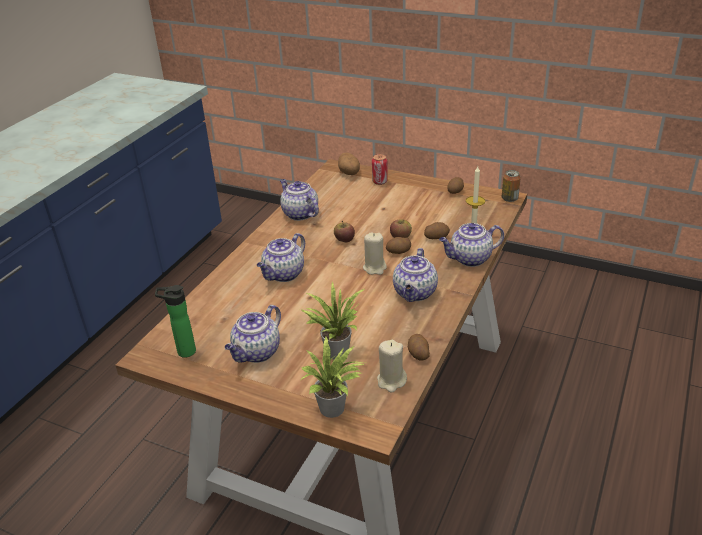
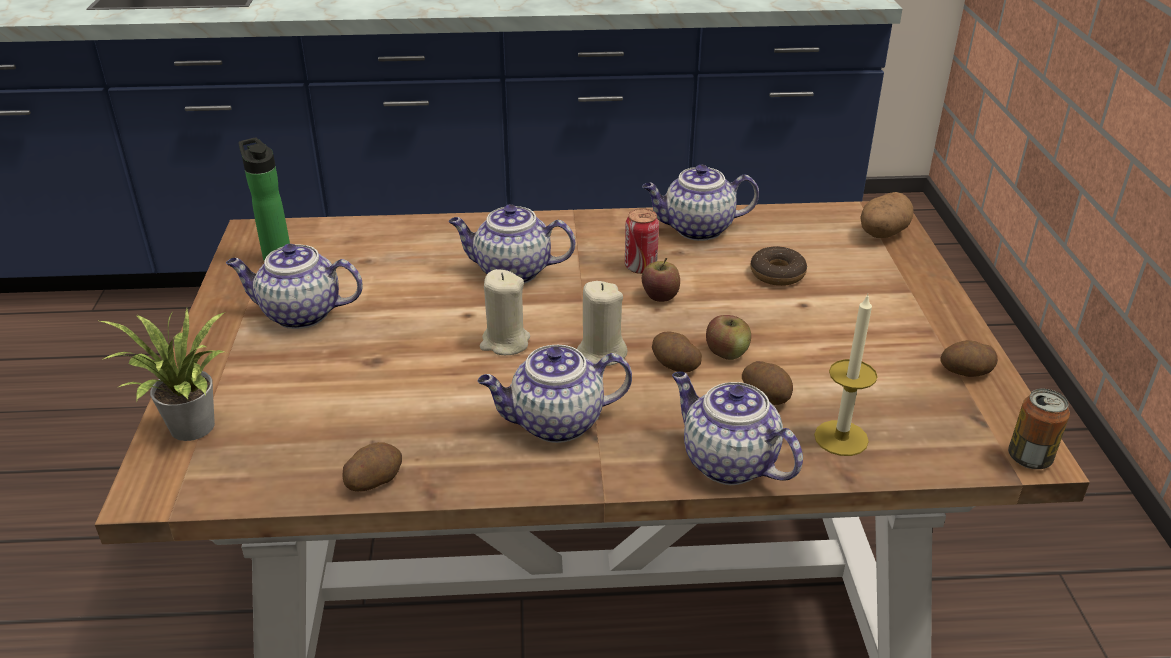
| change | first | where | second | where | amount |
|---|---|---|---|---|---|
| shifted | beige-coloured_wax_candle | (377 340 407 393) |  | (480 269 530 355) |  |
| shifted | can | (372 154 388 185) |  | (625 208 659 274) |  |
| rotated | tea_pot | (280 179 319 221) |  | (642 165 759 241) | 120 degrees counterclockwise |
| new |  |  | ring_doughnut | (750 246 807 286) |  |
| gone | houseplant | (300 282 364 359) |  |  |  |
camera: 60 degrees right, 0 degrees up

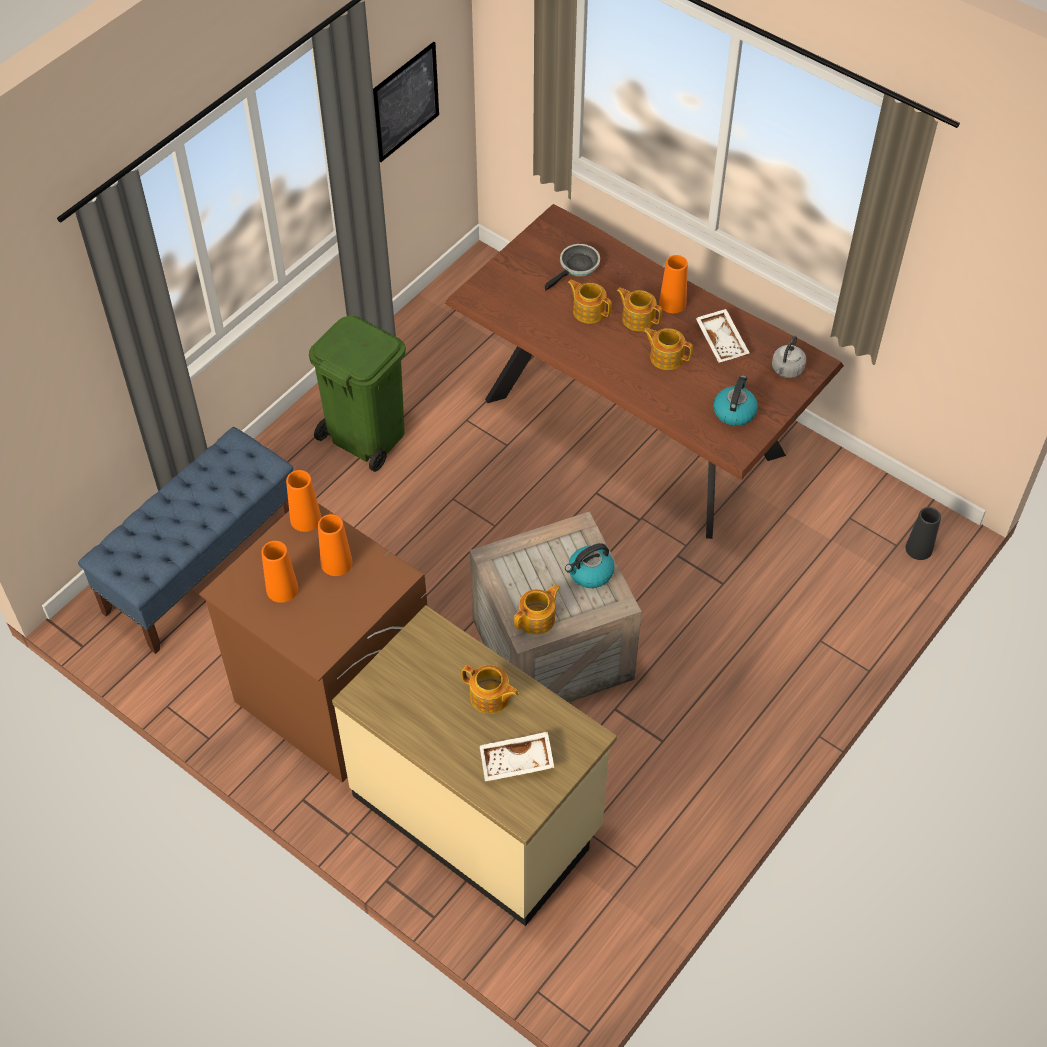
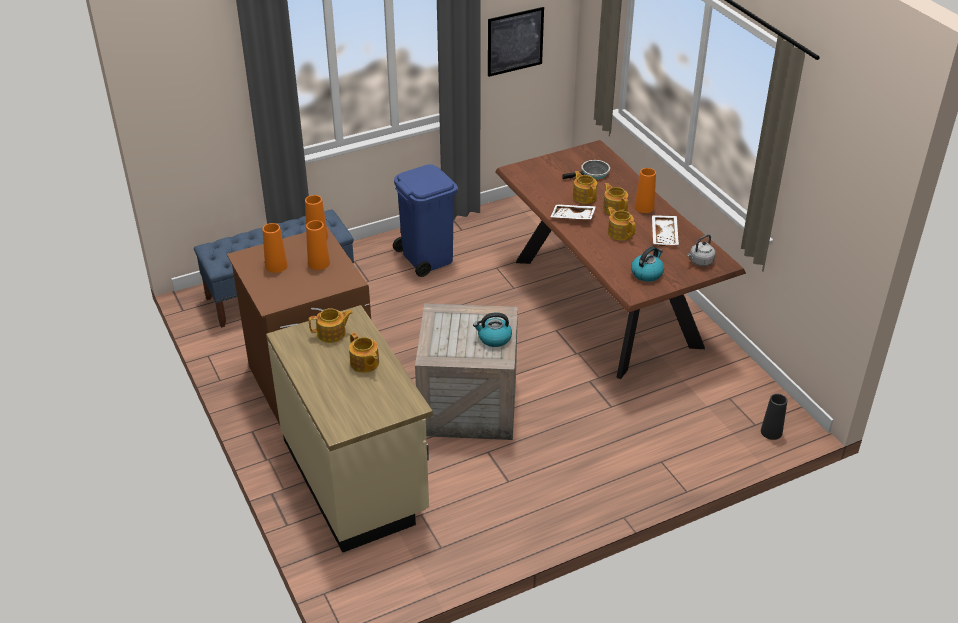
| change | first | where | second | where | amount |
|---|---|---|---|---|---|
| shifted | tea_pot | (514 585 560 635) |  | (309 308 353 343) |  |
| repainted | green_rubbish_bin | (309 316 406 472) | blue_rubbish_bin | (393 164 458 277) |  |
| shifted | white_carrying_tray | (479 732 554 781) |  | (550 204 596 220) |  |
camera: 25 degrees right, 15 degrees down

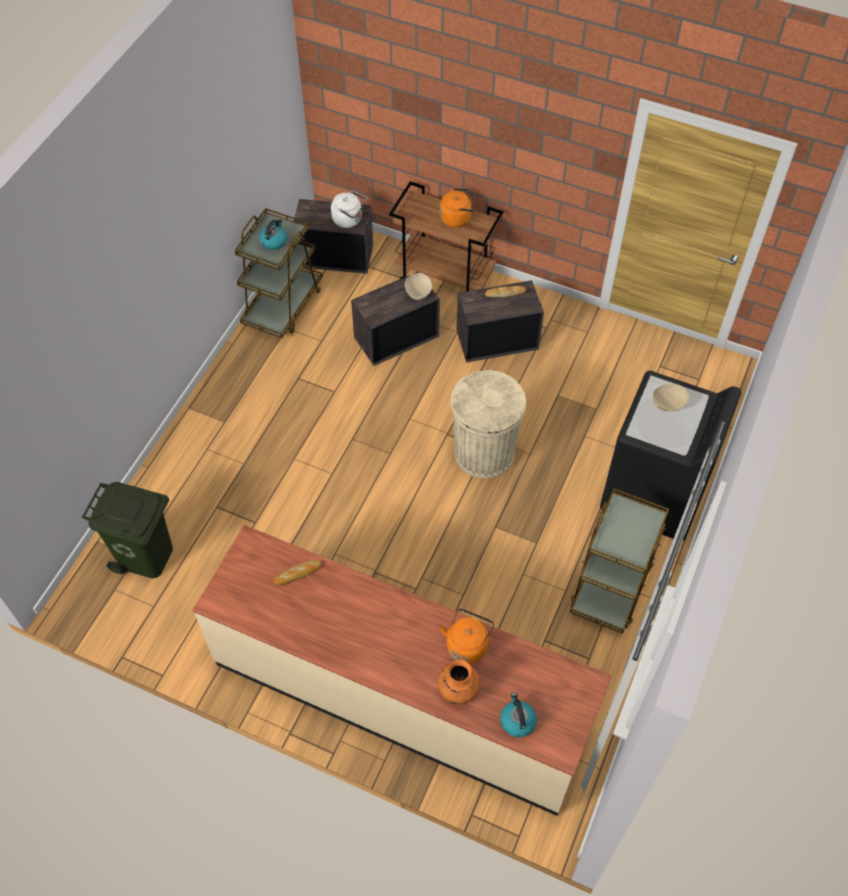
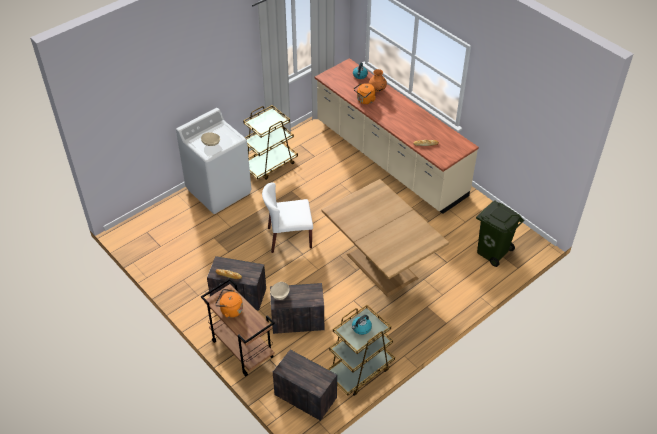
| change | first | where | second | where | amount |
|---|---|---|---|---|---|
| repainted | blackish_laundry_appliance | (600 371 741 541) | white_laundry_appliance | (176 108 251 214) |  |
| swapped | beige-coloured_rubbish_bin | (451 370 526 478) | white_chair | (262 182 313 253) |  |
| new |  |  | brown-coloured_dinner_table | (322 179 449 297) |  |
| gone | white_tea_kettle | (331 191 367 228) |  |  |  |
camera: 155 degrees left, 10 degrees down

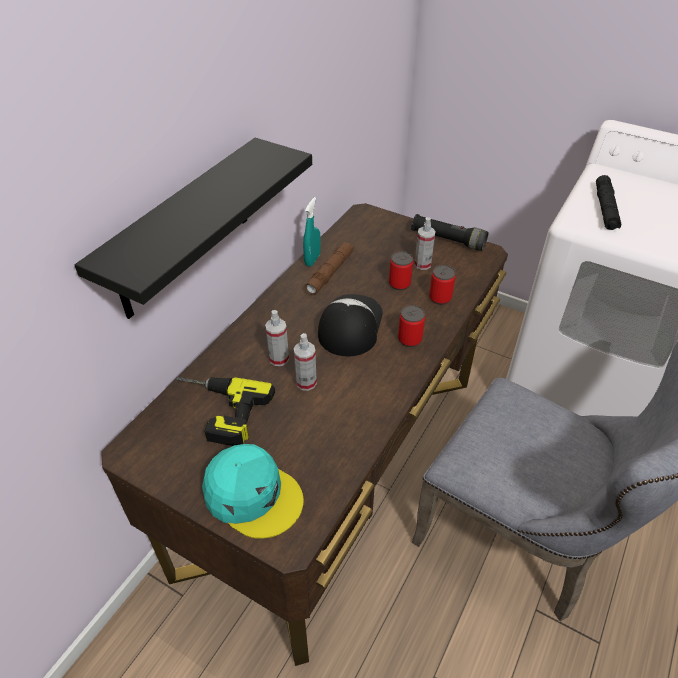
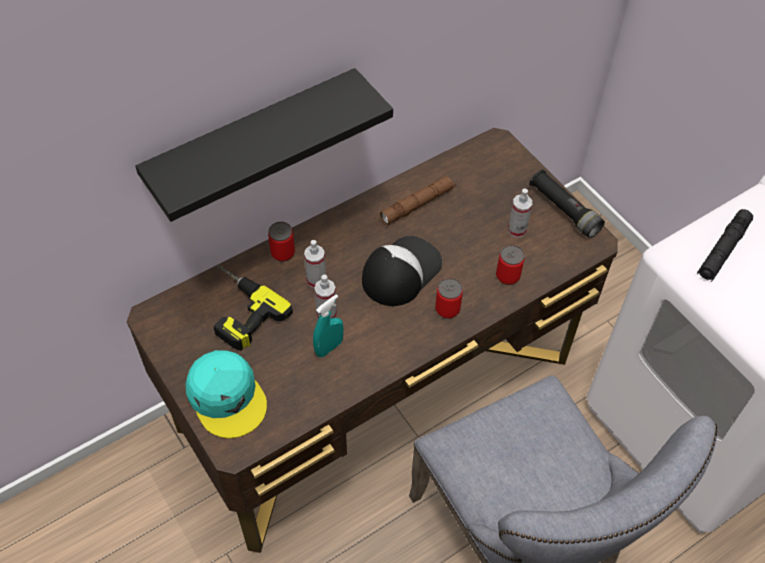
| change | first | where | second | where | amount |
|---|---|---|---|---|---|
| shifted | can | (389 251 413 290) |  | (268 222 295 262) |  |
| shifted | blue-green_spray_bottle | (303 197 321 267) |  | (313 294 343 357) |  |
camera: 25 degrees right, 10 degrees up

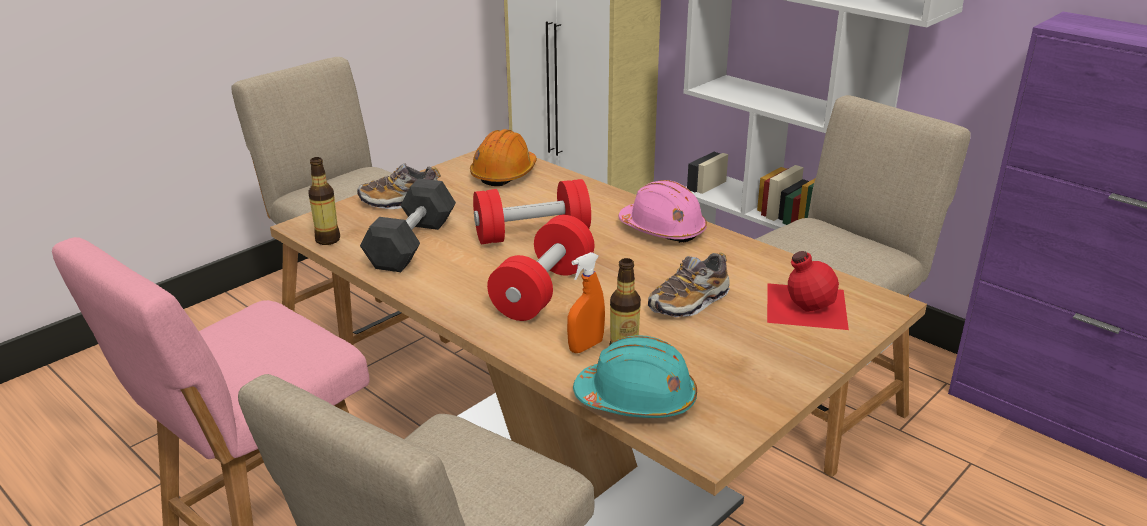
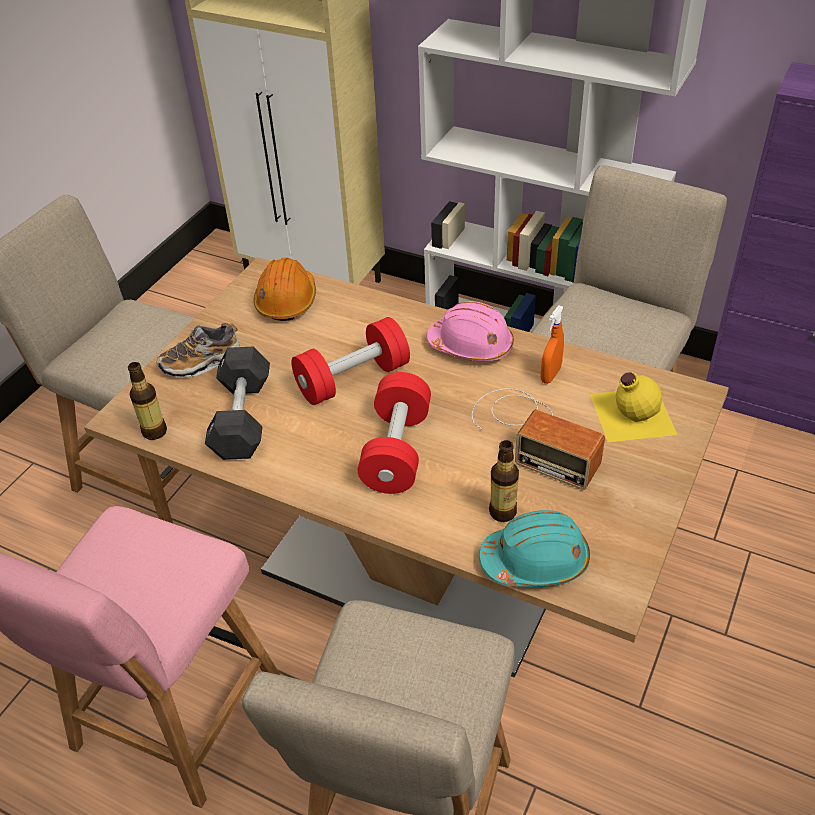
| change | first | where | second | where | amount |
|---|---|---|---|---|---|
| swapped | item_of_footwear | (648 252 730 317) | radio_set | (472 389 605 490) |  |
| shifted | orangey_spray_bottle | (567 252 605 353) |  | (541 305 564 384) |  |
| repainted | red_beverage_bottle | (767 251 849 330) | yellowish_beverage_bottle | (590 372 677 442) |  |
camera: 15 degrees left, 15 degrees up

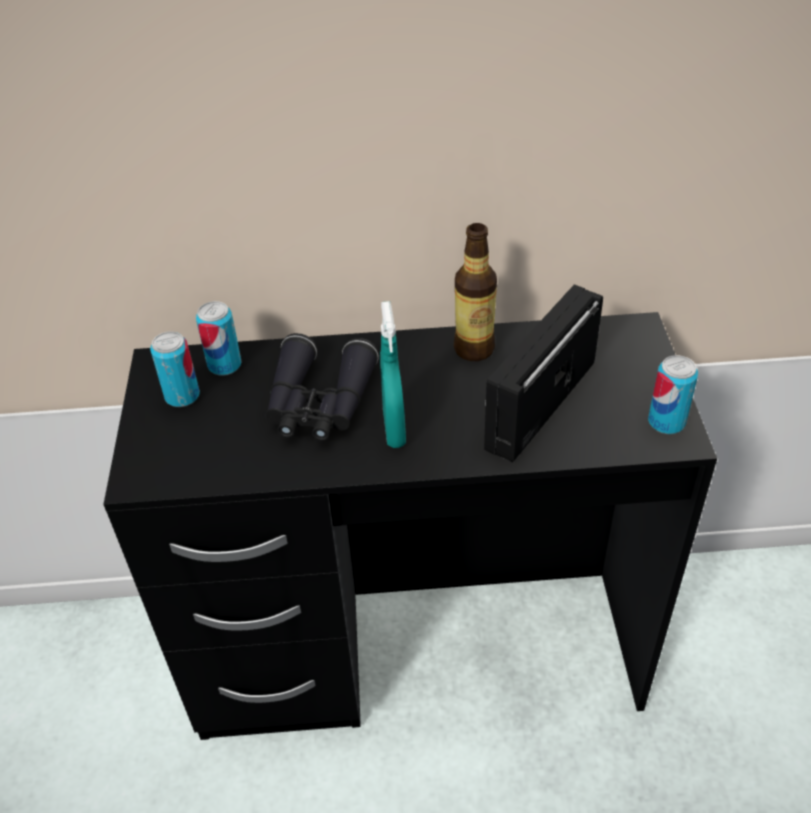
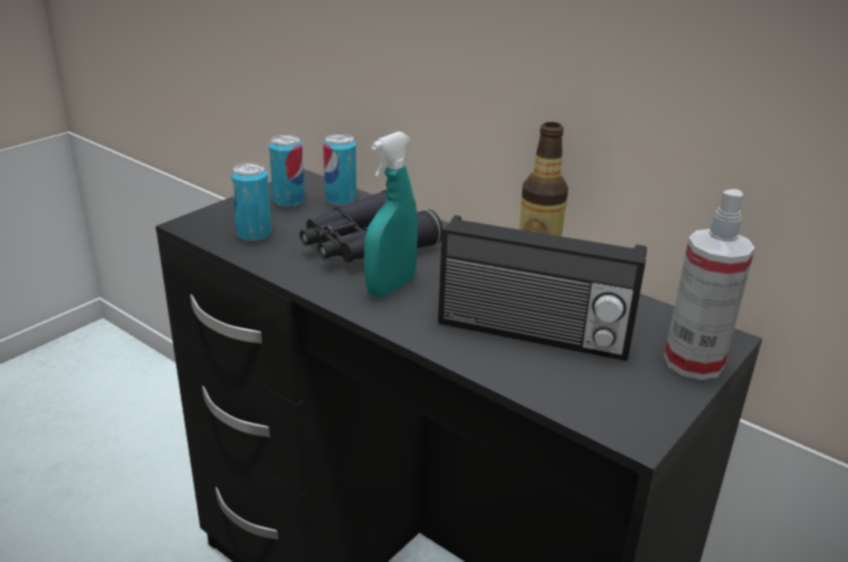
| change | first | where | second | where | amount |
|---|---|---|---|---|---|
| shifted | can | (648 355 698 434) |  | (231 163 272 241) |  |
| rotated | radio_set | (484 284 603 462) |  | (438 215 647 361) | 150 degrees counterclockwise |
| new |  |  | spray_bottle | (664 189 755 380) |  |
camera: 40 degrees right, 15 degrees down

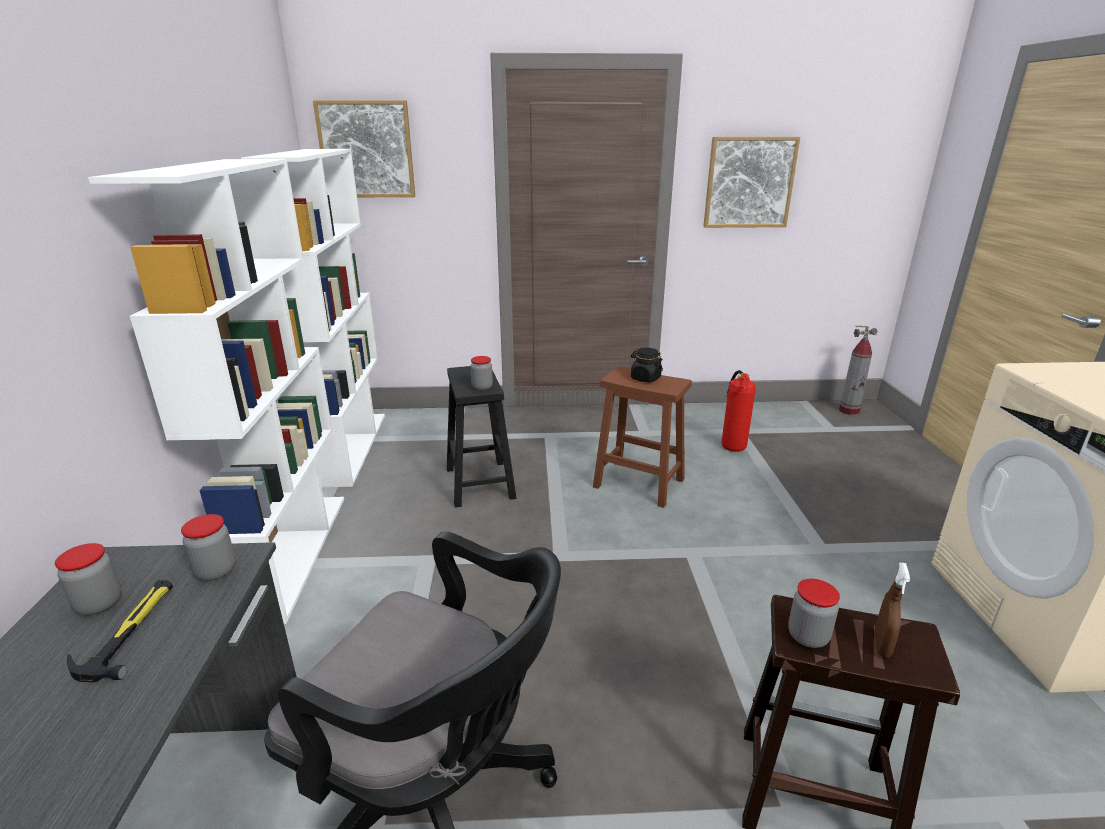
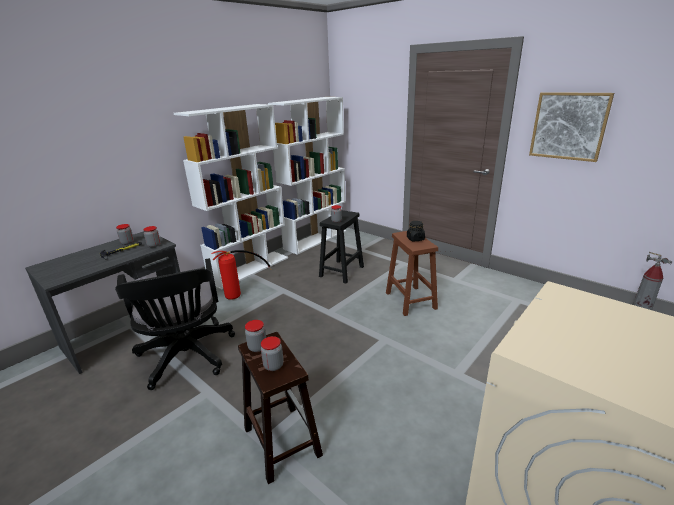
| change | first | where | second | where | amount |
|---|---|---|---|---|---|
| shifted | fire_extinguisher | (722 370 756 452) |  | (211 250 272 300) |  |
| swapped | brown-coloured_spray_bottle | (874 562 910 658) | jar | (261 336 284 371) |  |
| gone | wall_picture | (313 100 415 197) |  |  |  |
camera: 45 degrees right, 0 degrees up

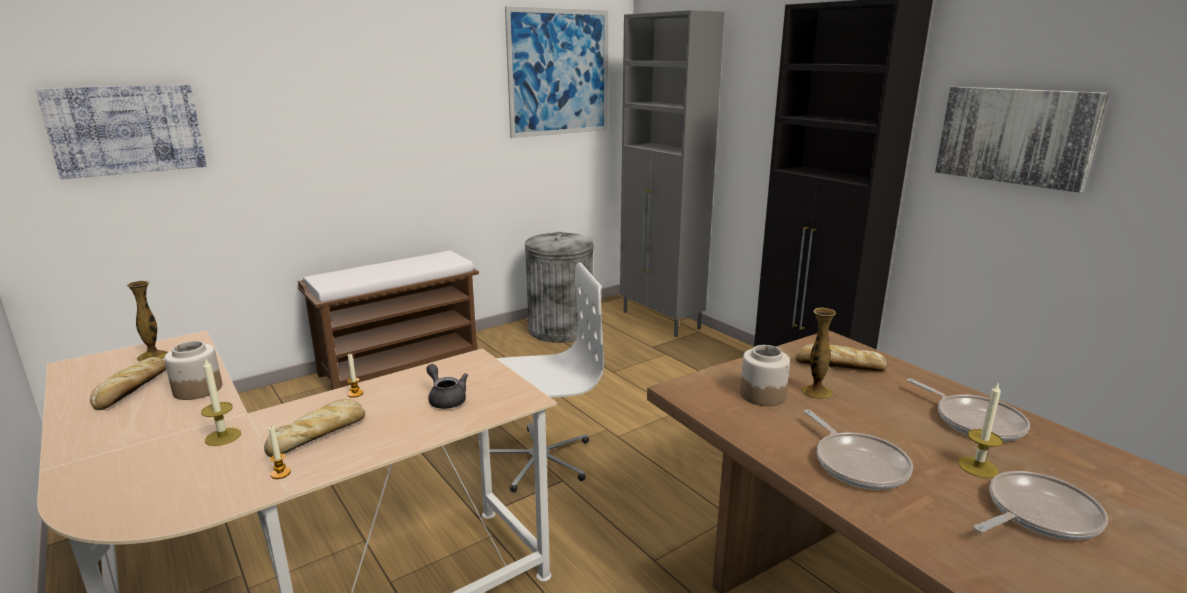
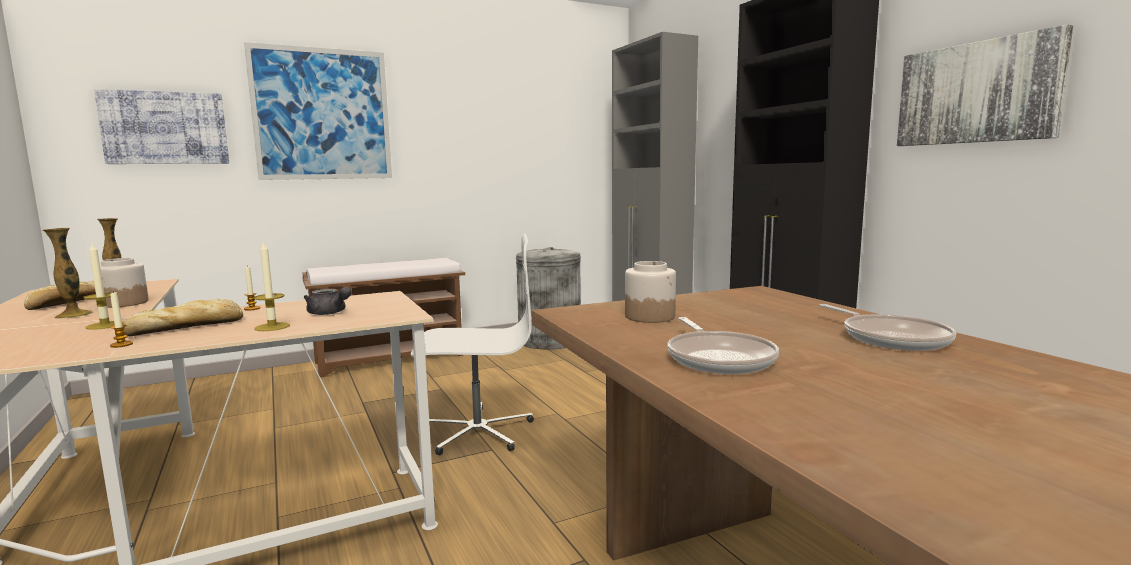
| change | first | where | second | where | amount |
|---|---|---|---|---|---|
| shifted | decorative_vase | (801 308 836 400) |  | (43 228 93 319) |  |
| shifted | wall_picture | (505 6 608 138) |  | (244 42 392 180) |  |
| shifted | wax_candle | (958 383 1003 478) |  | (254 241 290 331) |  |
| rotated | gray_tea_pot | (426 364 468 409) |  | (304 287 351 315) | 150 degrees clockwise |
| gone | bakery_bread | (795 344 887 371) |  |  |  |
| gone | frying_pan | (974 471 1108 540) |  |  |  |
camera: 10 degrees right, 10 degrees down

